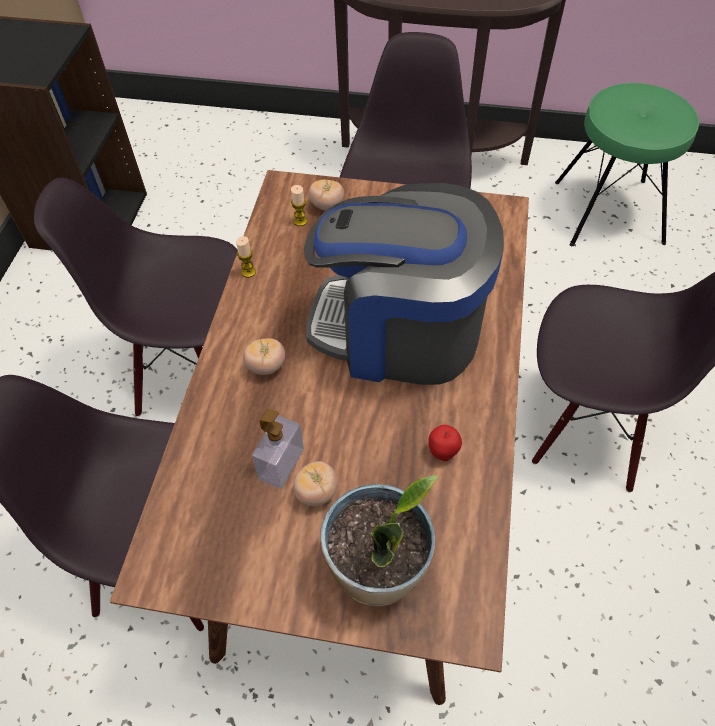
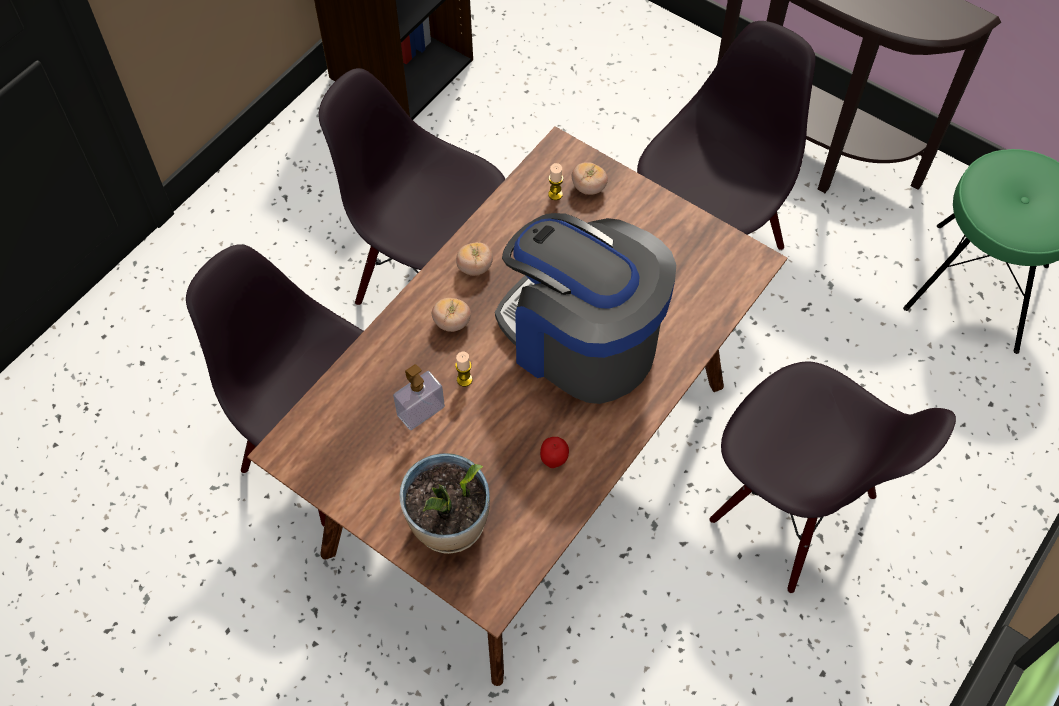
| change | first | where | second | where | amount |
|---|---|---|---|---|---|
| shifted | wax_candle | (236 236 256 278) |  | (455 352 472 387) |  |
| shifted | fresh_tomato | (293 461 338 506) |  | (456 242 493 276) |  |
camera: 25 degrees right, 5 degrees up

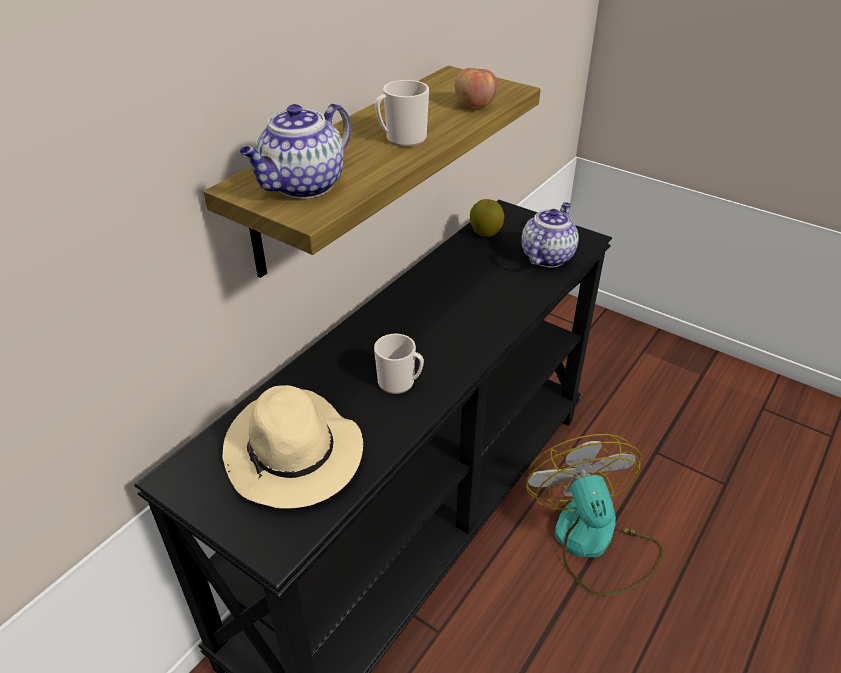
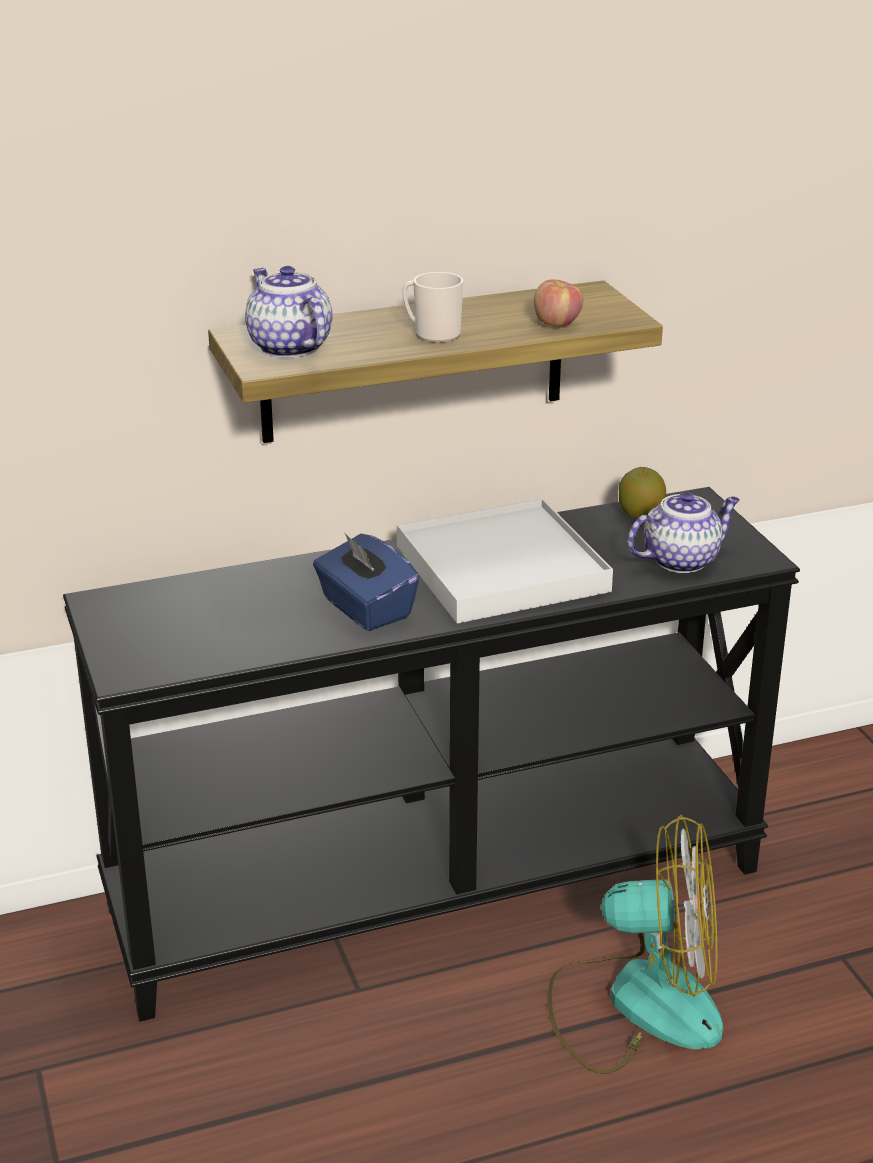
| change | first | where | second | where | amount |
|---|---|---|---|---|---|
| rotated | tea_pot | (239 104 351 198) |  | (245 266 333 358) | 75 degrees clockwise |
| swapped | coffee_mug | (374 334 424 394) | blue_tissue_holder | (313 532 419 631) |  |
| new |  |  | white_carrying_tray | (397 498 613 624) |  |
| rotated | cooling_fan | (526 434 664 596) |  | (547 815 723 1074) | 75 degrees clockwise |
| gone | beige-coloured_clothing_hat | (222 385 363 509) |  |  |  |
camera: 35 degrees right, 10 degrees down

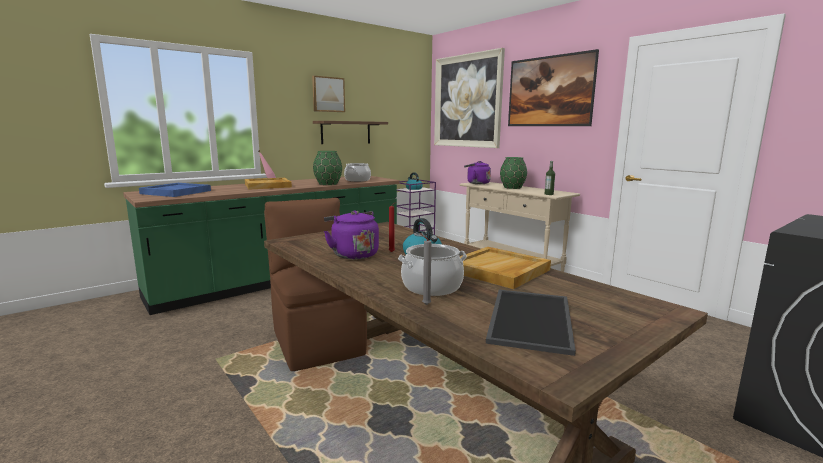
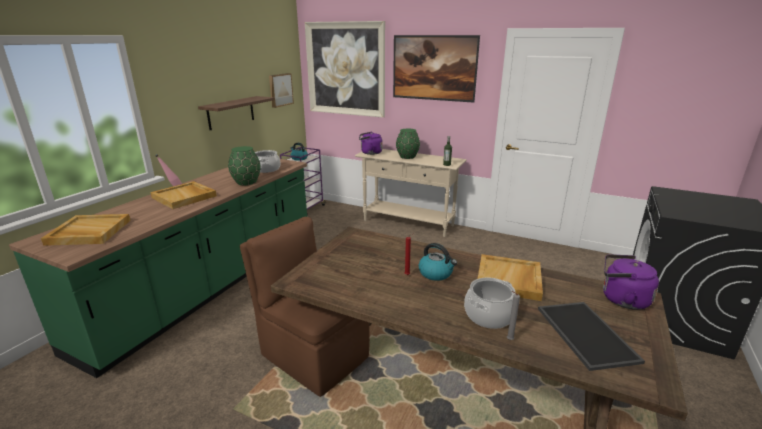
| change | first | where | second | where | amount |
|---|---|---|---|---|---|
| repainted | blue_carrying_tray | (139 183 211 197) | beige-coloured_carrying_tray | (41 214 131 246) |  |
| shifted | wall_picture | (312 76 345 112) |  | (269 73 294 108) |  |
| shifted | purple-coloured_tea_kettle | (324 210 379 259) |  | (603 254 659 310) |  |
camera: 25 degrees left, 10 degrees up

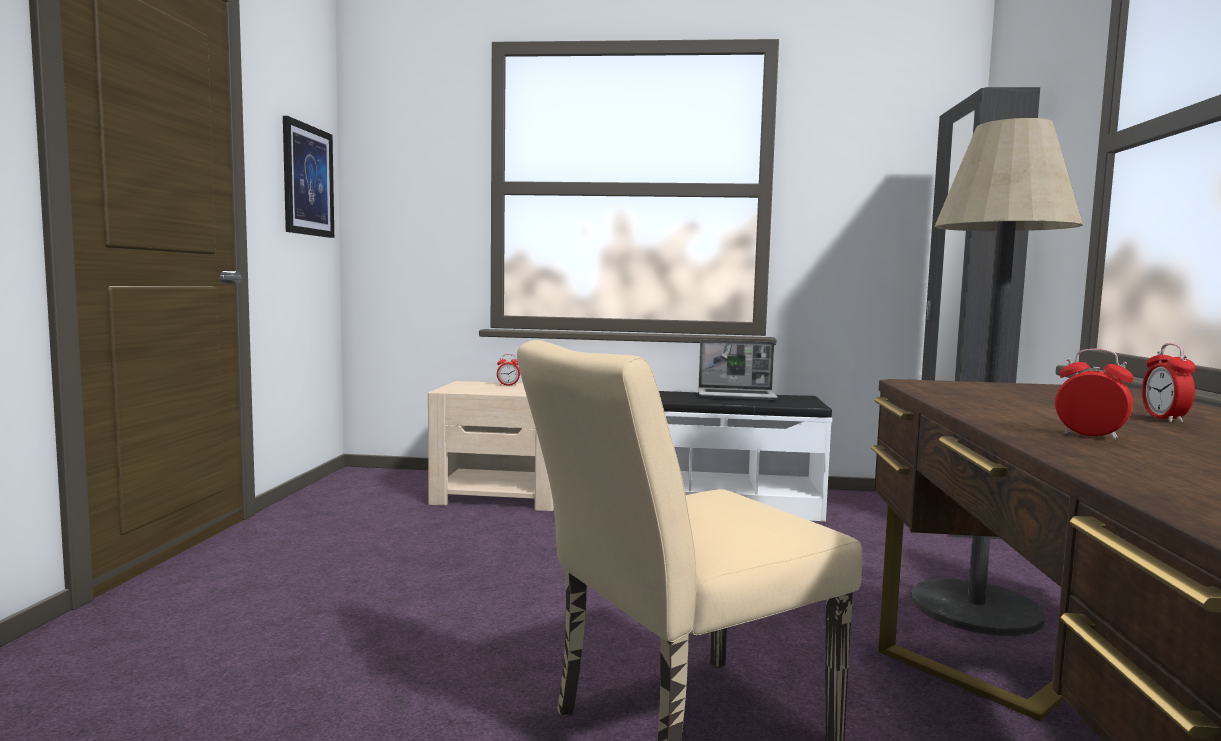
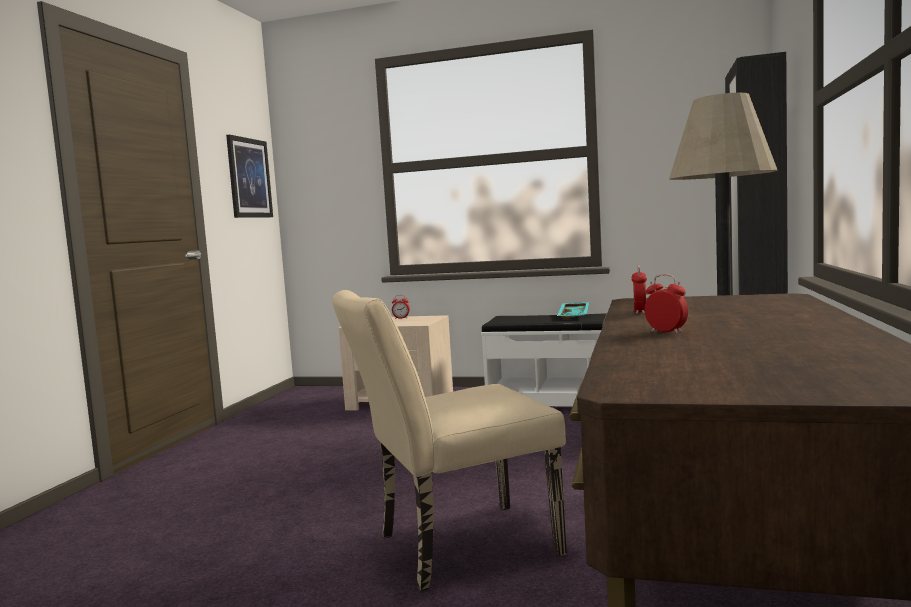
| change | first | where | second | where | amount |
|---|---|---|---|---|---|
| swapped | portable_computer | (698 340 778 400) | blue-green_carrying_tray | (557 302 590 319) |  |
| shifted | alarm_clock | (1142 343 1195 423) |  | (632 265 647 314) |  |
camera: 10 degrees right, 0 degrees up

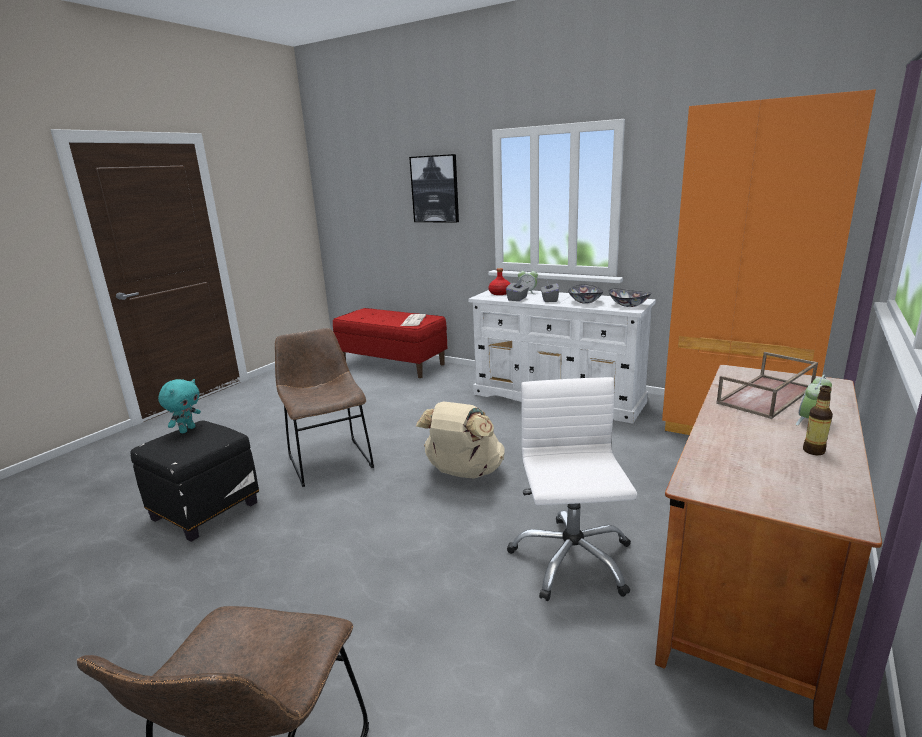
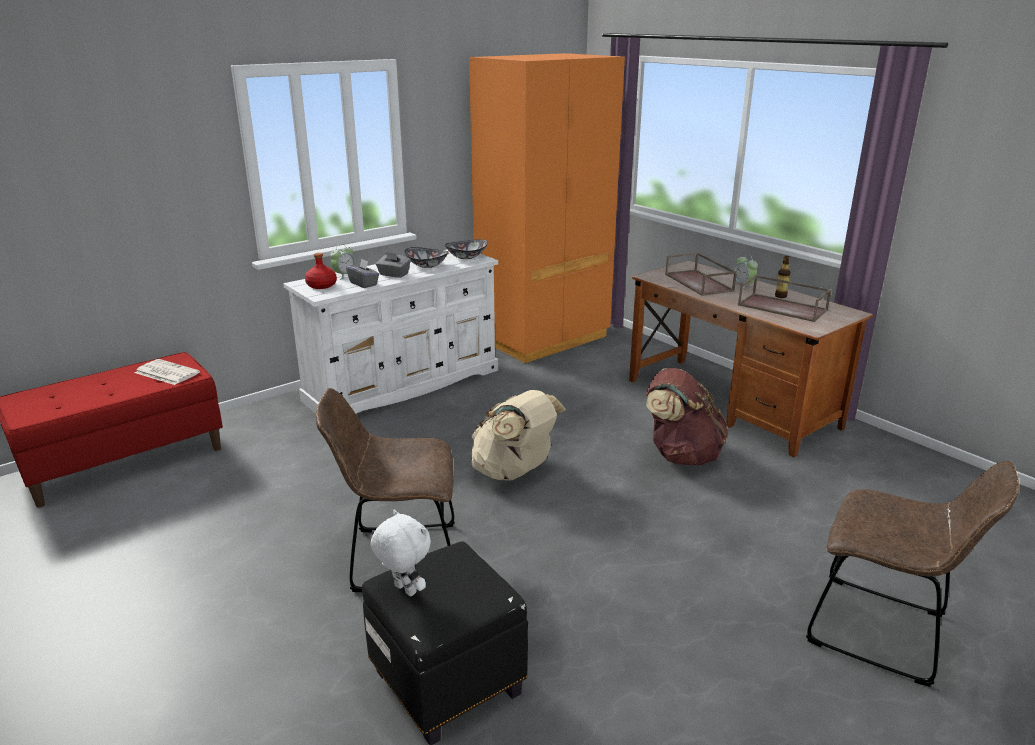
| change | first | where | second | where | amount |
|---|---|---|---|---|---|
| repainted | blue-green_soft_toy | (158 379 201 433) | white_soft_toy | (371 510 431 597) |  |
| swapped | white_computer_chair | (507 377 637 601) | brown-coloured_knapsack | (646 368 728 465) |  |
| new |  |  | brown-coloured_carrying_tray | (738 275 832 322) |  |
| gone | wall_picture | (409 154 459 223) |  |  |  |
camera: 70 degrees left, 5 degrees up

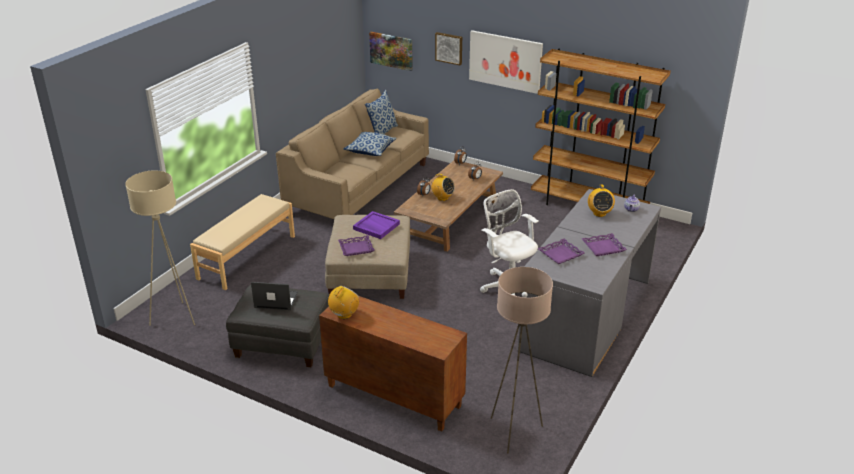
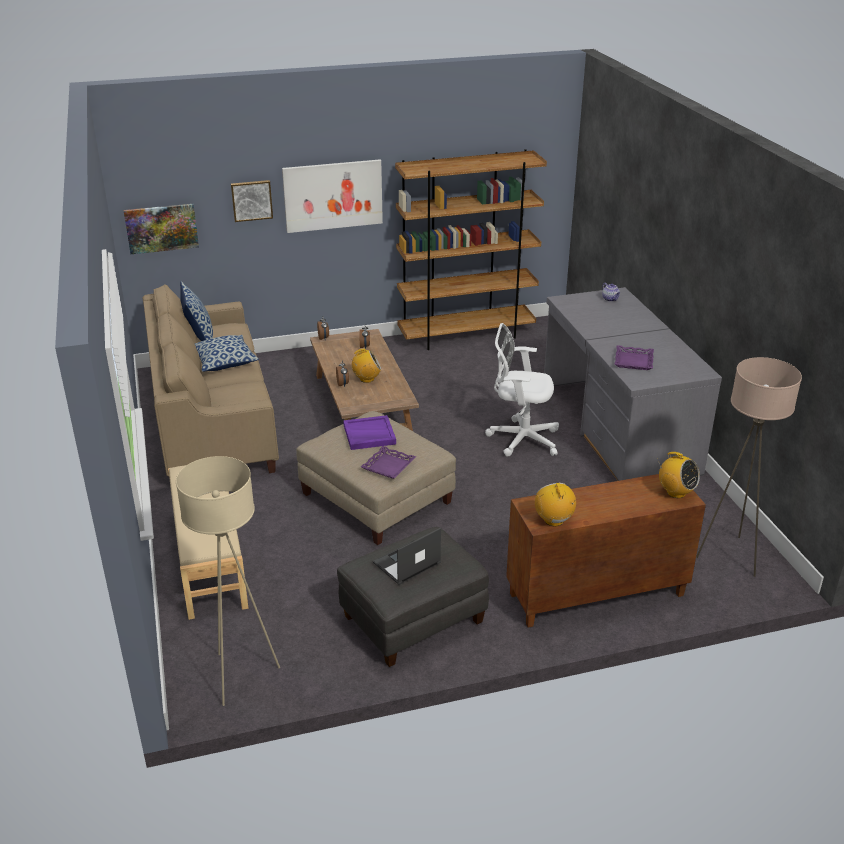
| change | first | where | second | where | amount |
|---|---|---|---|---|---|
| shifted | radio_set | (588 184 615 217) |  | (657 452 700 498) |  |
| gone | purple-coloured_carrying_tray | (582 233 627 256) |  |  |  |
camera: 45 degrees left, 0 degrees up

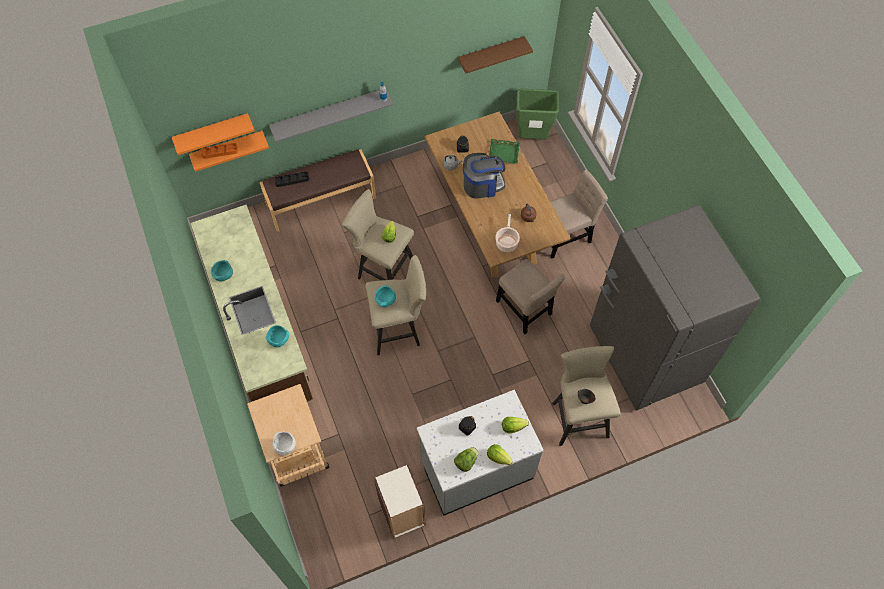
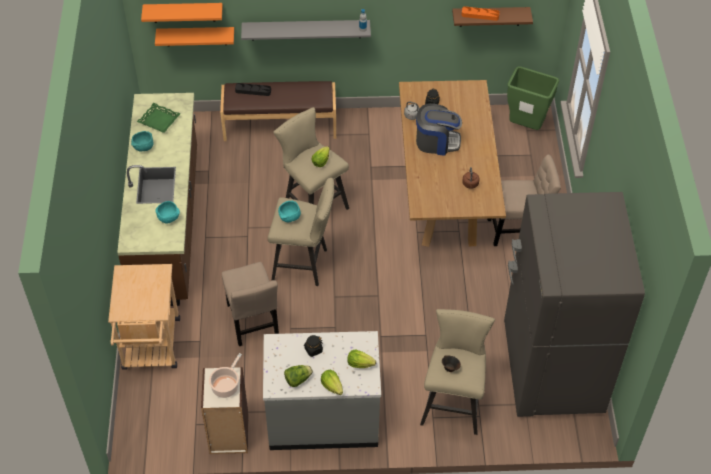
| change | first | where | second | where | amount |
|---|---|---|---|---|---|
| shifted | green_carrying_tray | (489 139 520 164) |  | (137 103 180 133) |  |
| shifted | cooking_pot | (495 214 520 252) |  | (209 353 242 398) |  |
| shifted | beige-coloured_chair | (496 259 565 334) |  | (222 262 279 346) |  |
| shifted | orangey_carrying_tray | (200 143 238 159) |  | (462 7 500 21) |  |
| gone | white_serving_bowl | (273 432 296 455) |  |  |  |
camera: 20 degrees right, 10 degrees down

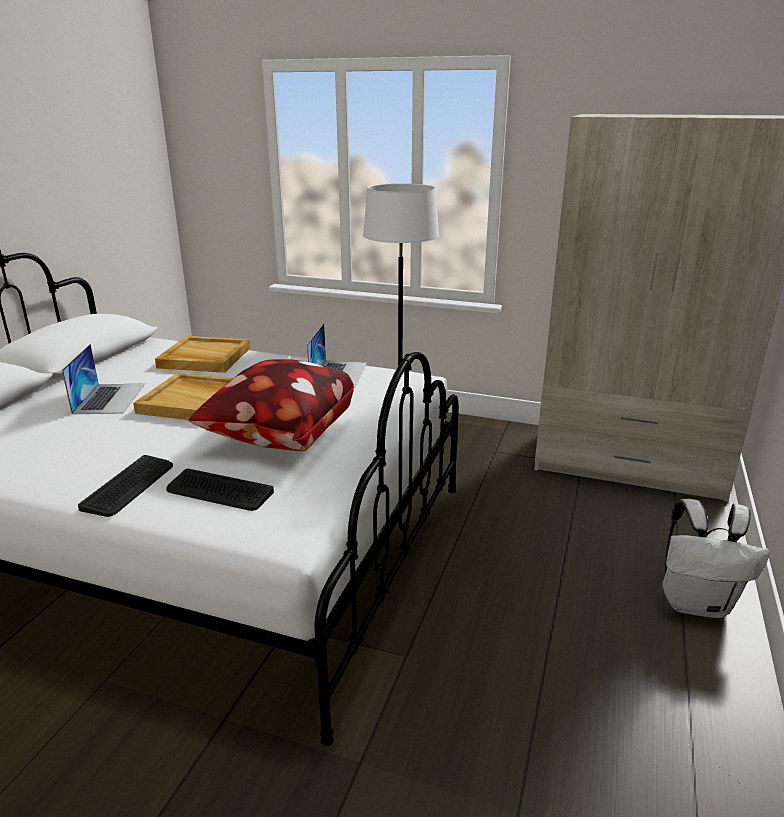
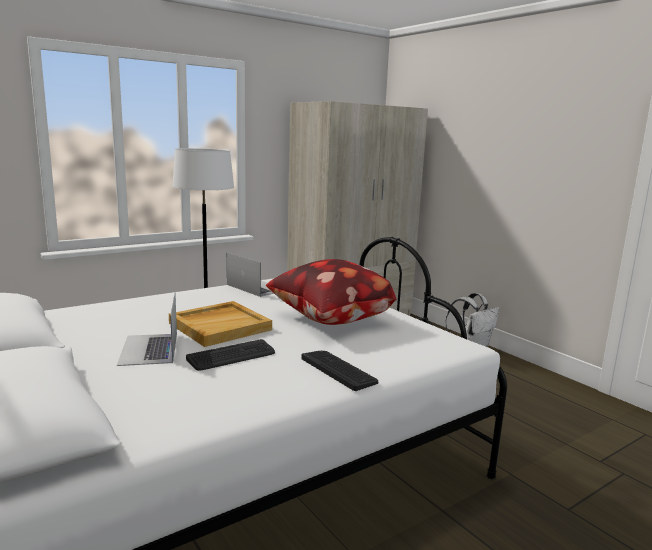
| change | first | where | second | where | amount |
|---|---|---|---|---|---|
| rotated | portable_computer | (62 344 145 414) |  | (117 294 177 366) | 135 degrees counterclockwise |
| shifted | keyboard | (166 469 274 511) |  | (186 339 275 371) |  |
| gone | beige-coloured_carrying_tray | (155 336 251 373) |  |  |  |
camera: 55 degrees left, 10 degrees down

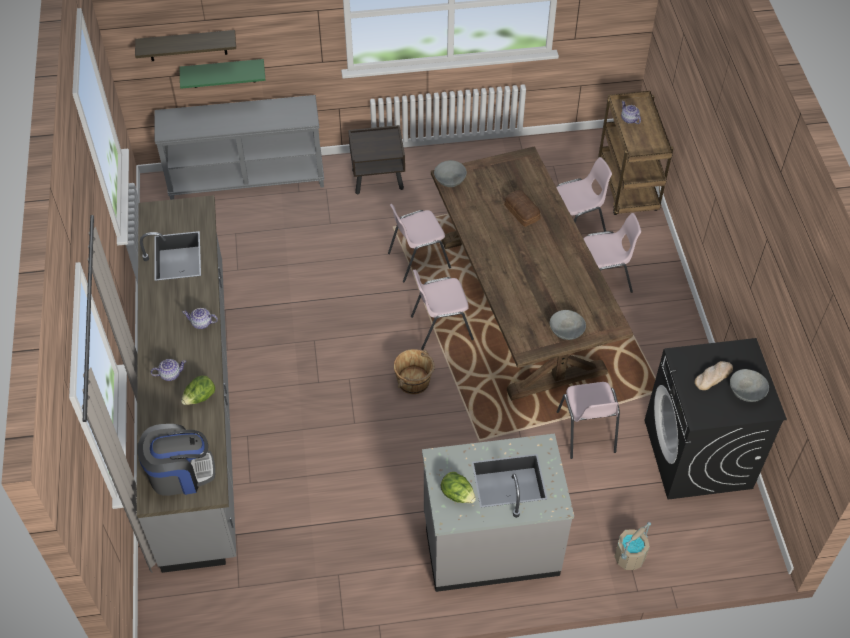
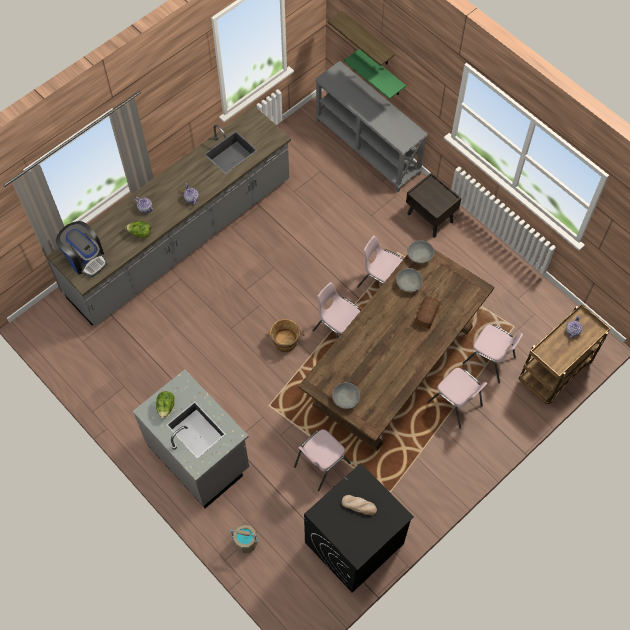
| change | first | where | second | where | amount |
|---|---|---|---|---|---|
| shifted | gray_serving_bowl | (730 369 769 402) |  | (396 268 423 292) |  |
camera: 55 degrees right, 10 degrees up

